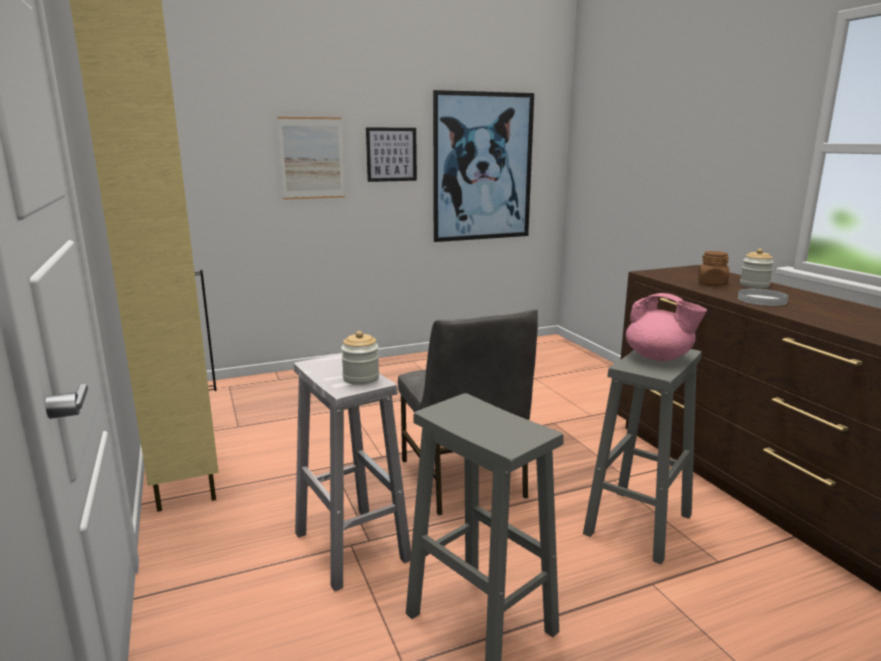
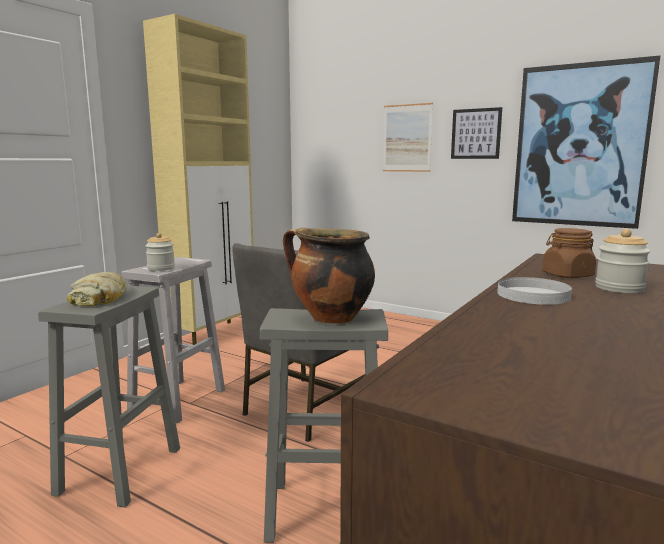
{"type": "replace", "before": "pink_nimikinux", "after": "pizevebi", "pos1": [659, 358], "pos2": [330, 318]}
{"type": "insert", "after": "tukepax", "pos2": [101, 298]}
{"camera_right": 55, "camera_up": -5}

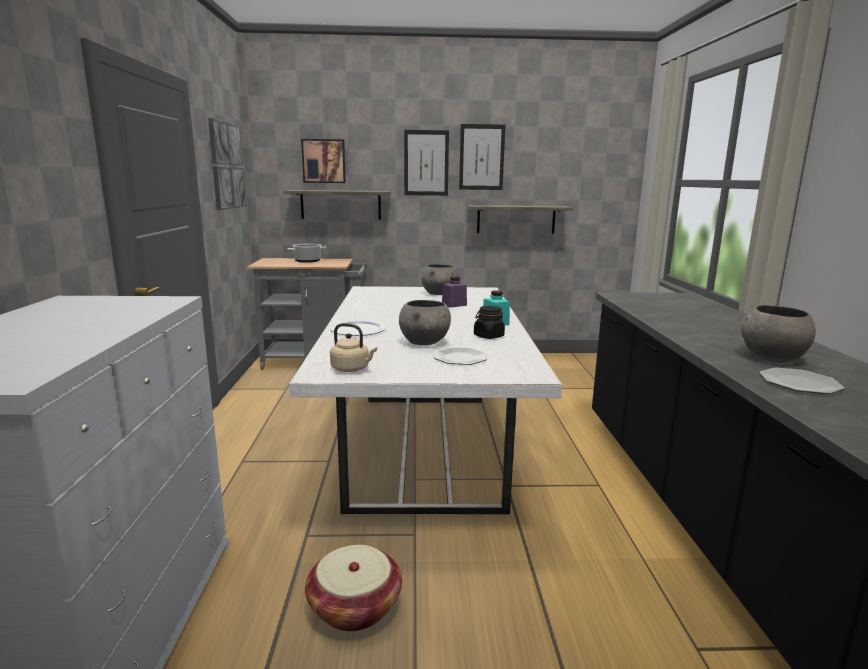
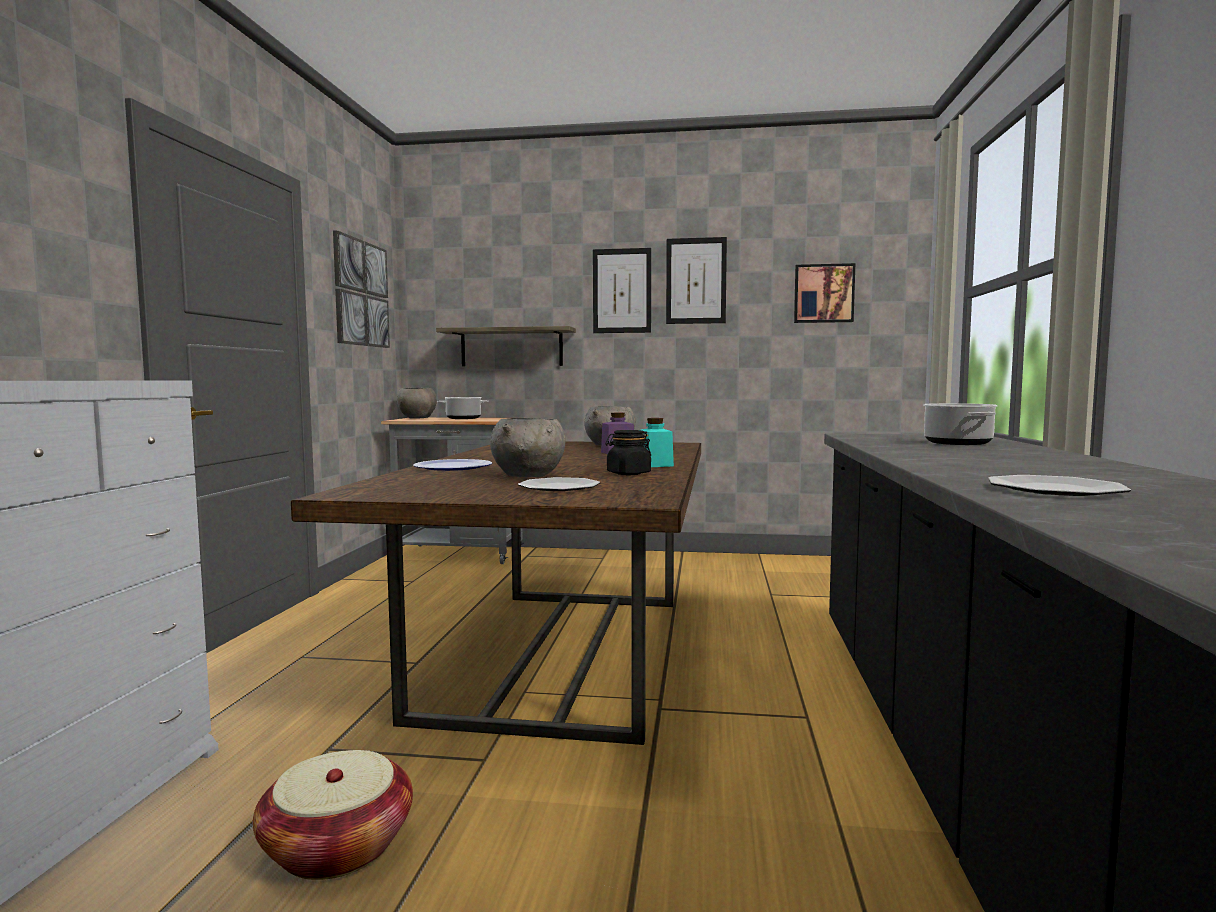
{"type": "recolor", "before": "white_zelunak", "after": "brown_zelunak", "pos1": [424, 447], "pos2": [561, 654]}
{"type": "move", "before": "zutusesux", "pos1": [324, 161], "pos2": [823, 293]}
{"type": "delete", "before": "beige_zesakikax", "pos1": [352, 369]}
{"type": "delete", "before": "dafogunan", "pos1": [516, 219]}
{"type": "move", "before": "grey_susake", "pos1": [771, 358], "pos2": [417, 418]}
{"type": "insert", "after": "pizevebi", "pos2": [956, 443]}
{"camera_right": 10, "camera_up": -10}

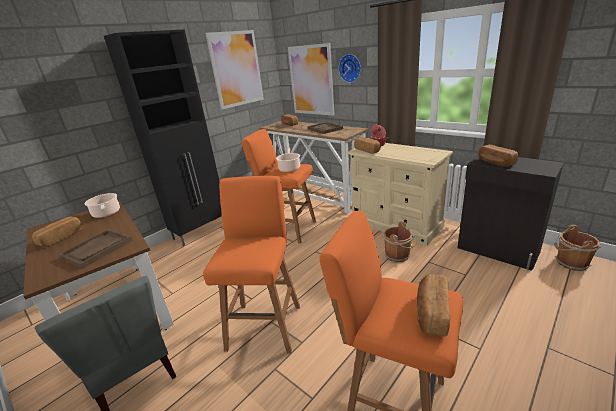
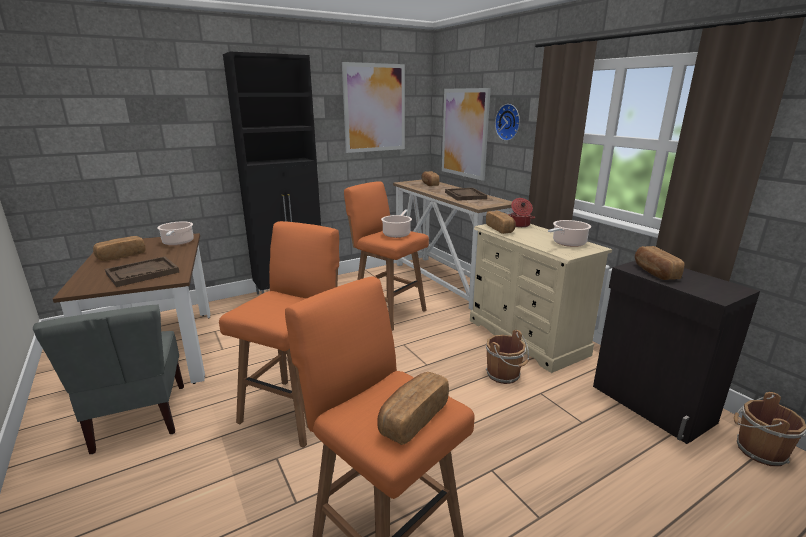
{"type": "insert", "after": "pizevebi", "pos2": [567, 243]}
{"camera_right": 15, "camera_up": -5}

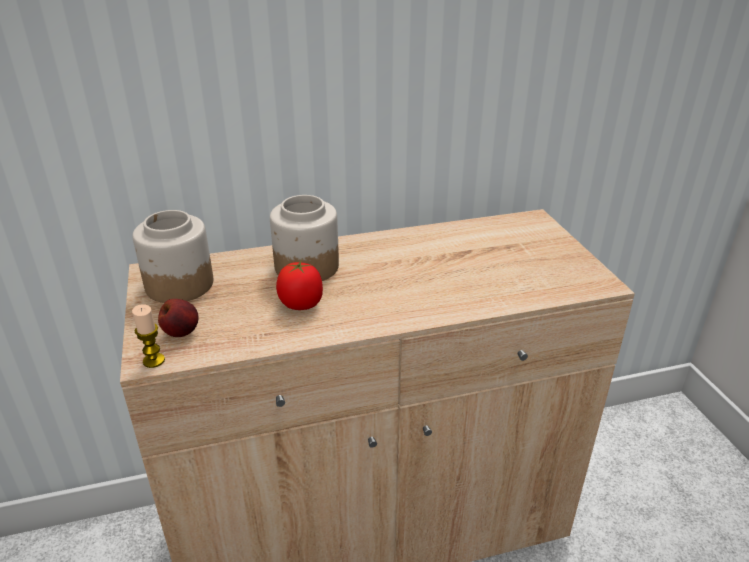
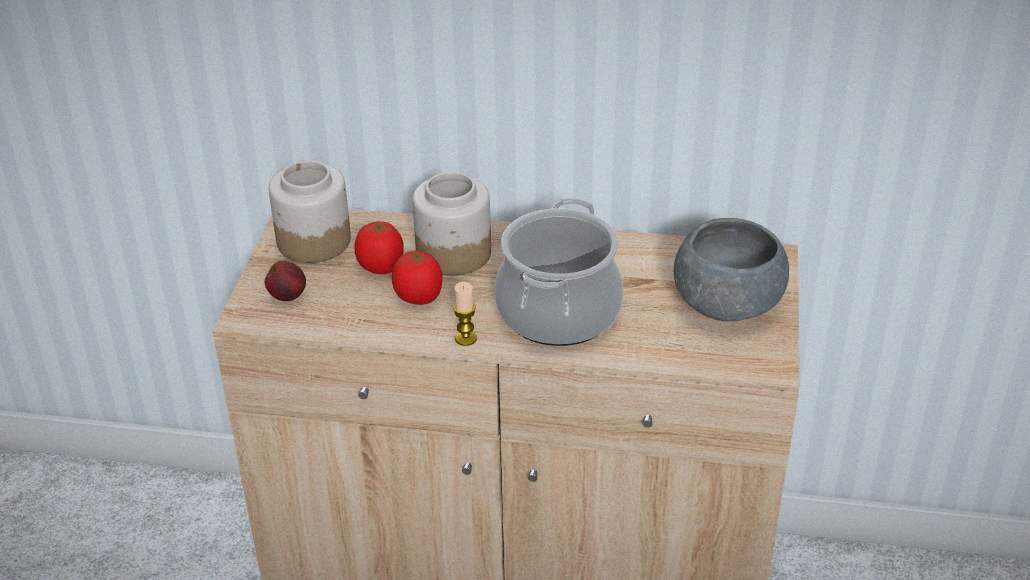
{"type": "move", "before": "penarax", "pos1": [154, 360], "pos2": [465, 338]}
{"type": "insert", "after": "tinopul", "pos2": [381, 267]}
{"type": "insert", "after": "pizevebi", "pos2": [558, 312]}
{"type": "insert", "after": "grey_susake", "pos2": [728, 305]}
{"camera_right": 25, "camera_up": 5}

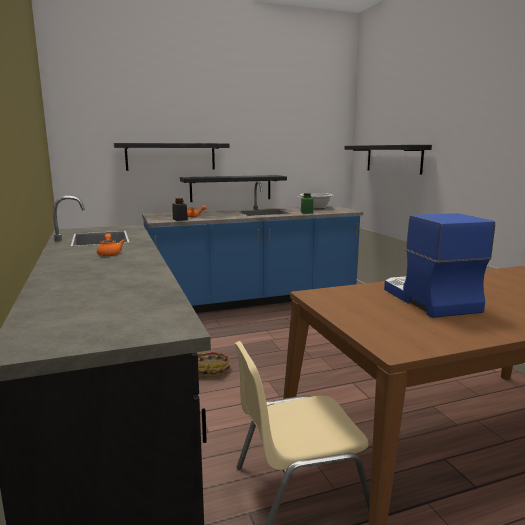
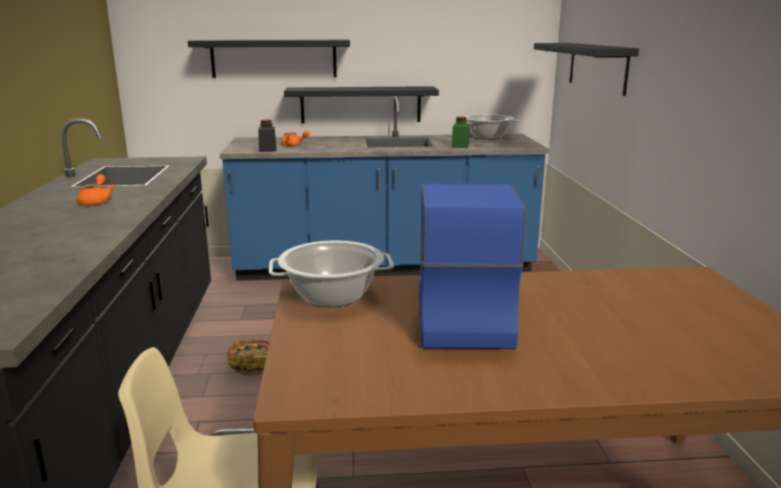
{"type": "insert", "after": "pizevebi", "pos2": [332, 296]}
{"camera_right": 15, "camera_up": 5}

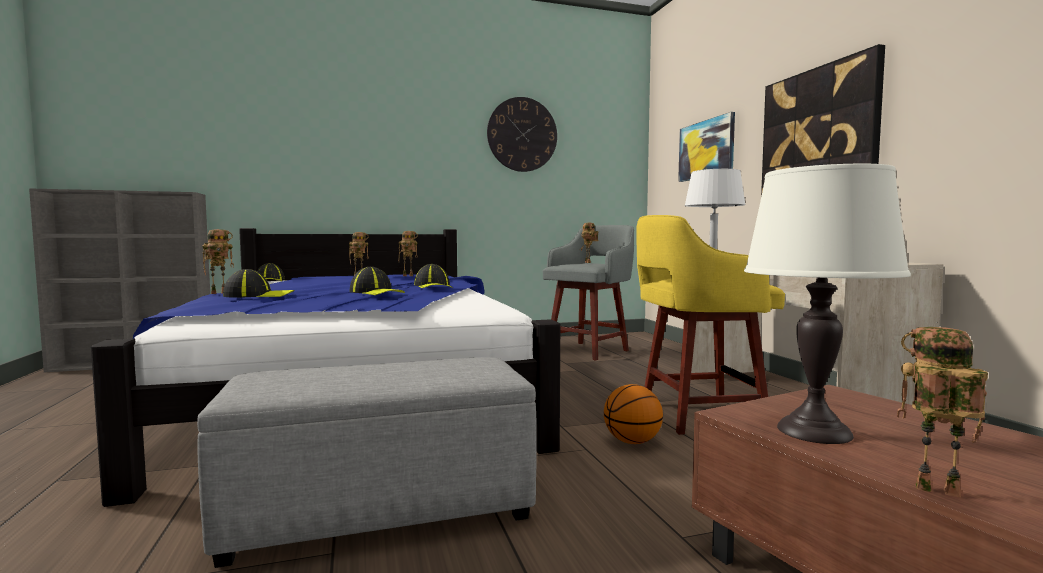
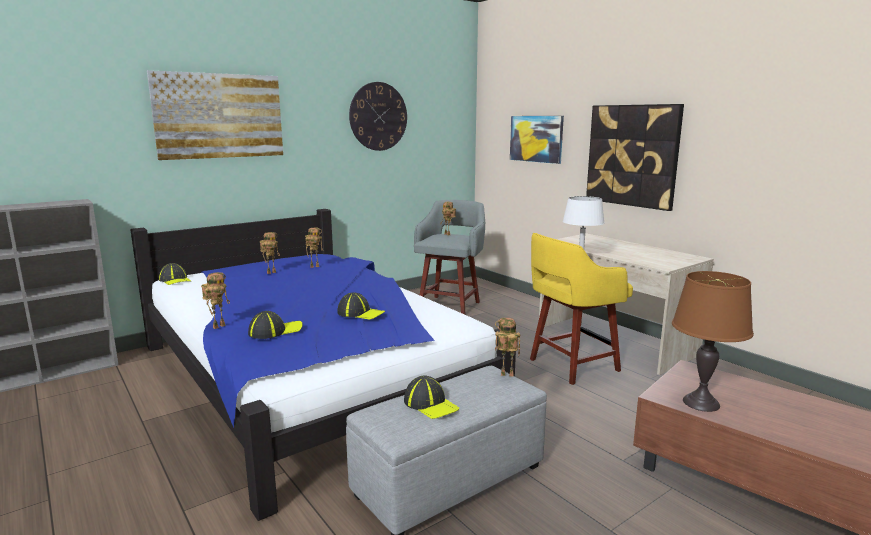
{"type": "move", "before": "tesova", "pos1": [433, 286], "pos2": [431, 404]}
{"type": "delete", "before": "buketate", "pos1": [632, 442]}
{"type": "recolor", "before": "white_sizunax", "after": "brown_sizunax", "pos1": [814, 431], "pos2": [701, 403]}
{"type": "move", "before": "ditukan", "pos1": [934, 492], "pos2": [506, 375]}
{"type": "insert", "after": "zutusesux", "pos2": [219, 116]}
{"camera_right": -20, "camera_up": 10}

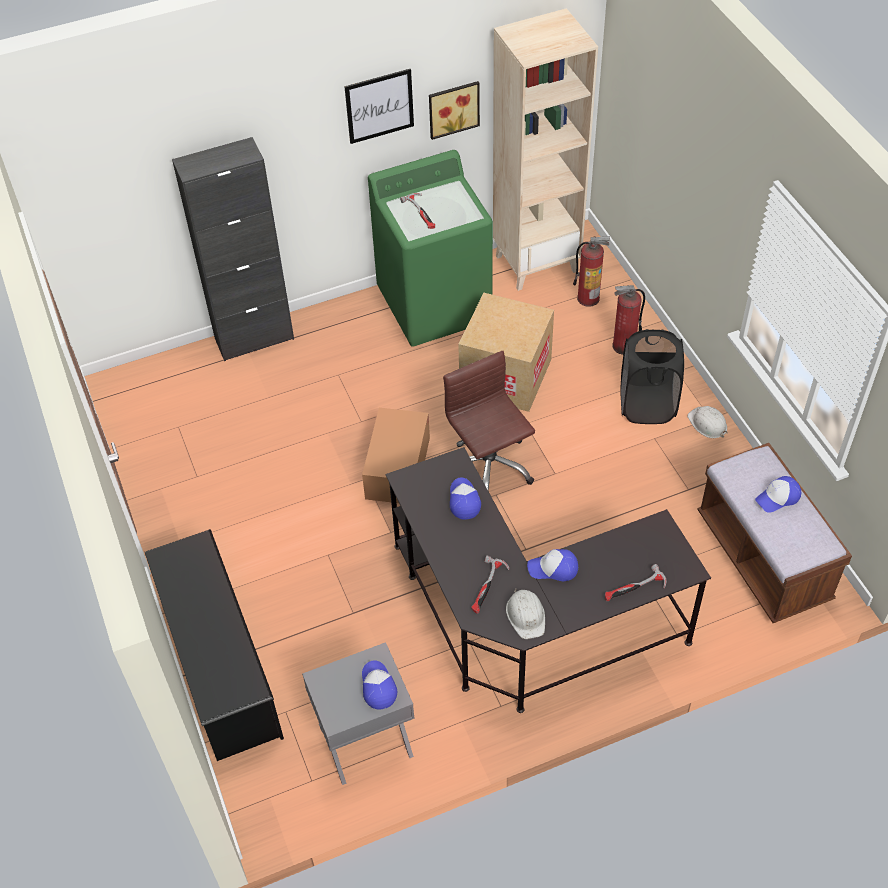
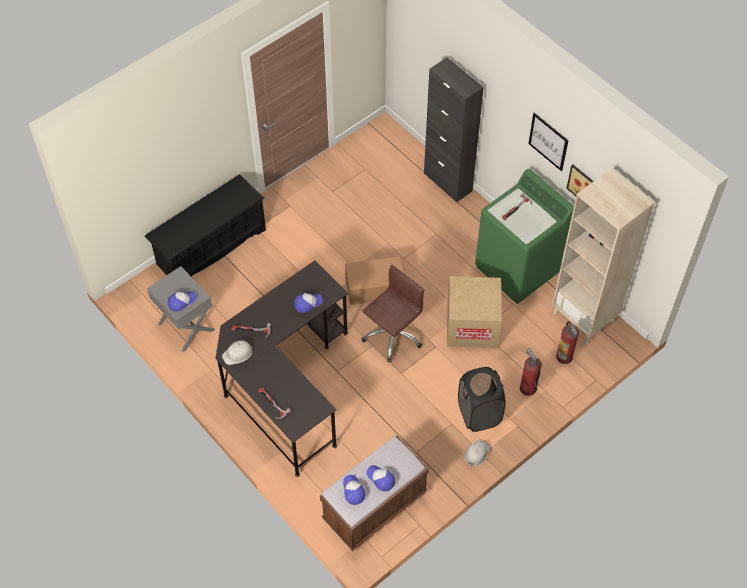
{"type": "move", "before": "tesova", "pos1": [553, 568], "pos2": [353, 491]}
{"camera_right": 70, "camera_up": 5}

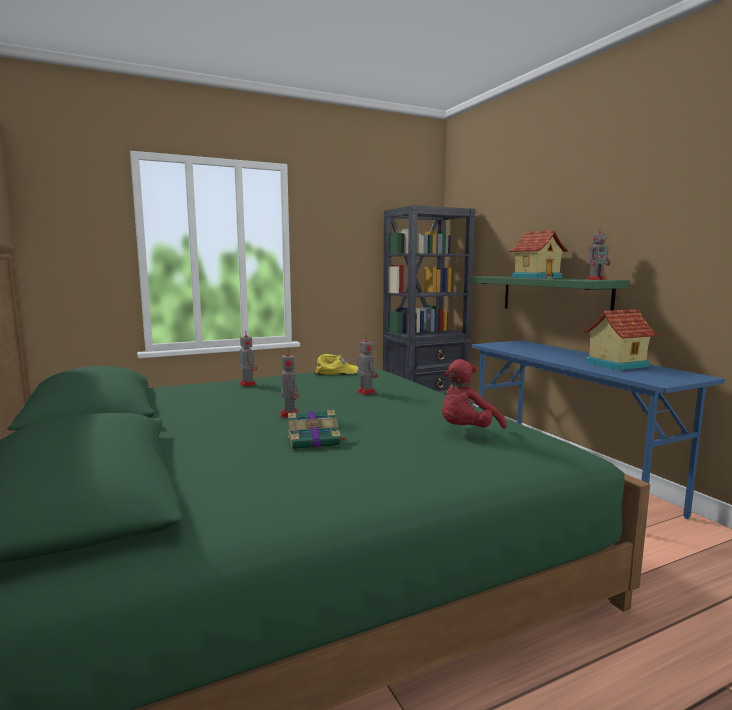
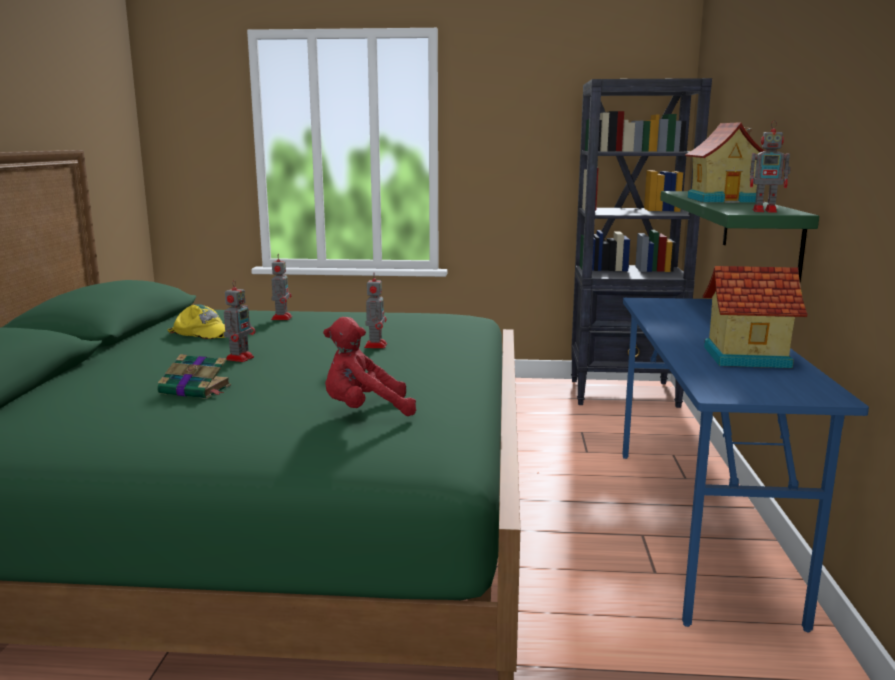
{"type": "move", "before": "yellow_tesova", "pos1": [336, 372], "pos2": [204, 332]}
{"camera_right": 30, "camera_up": 5}

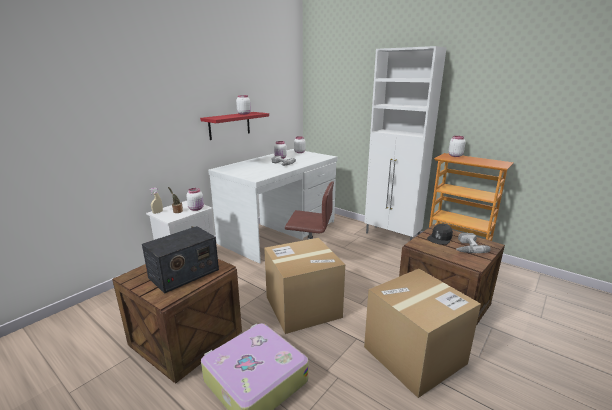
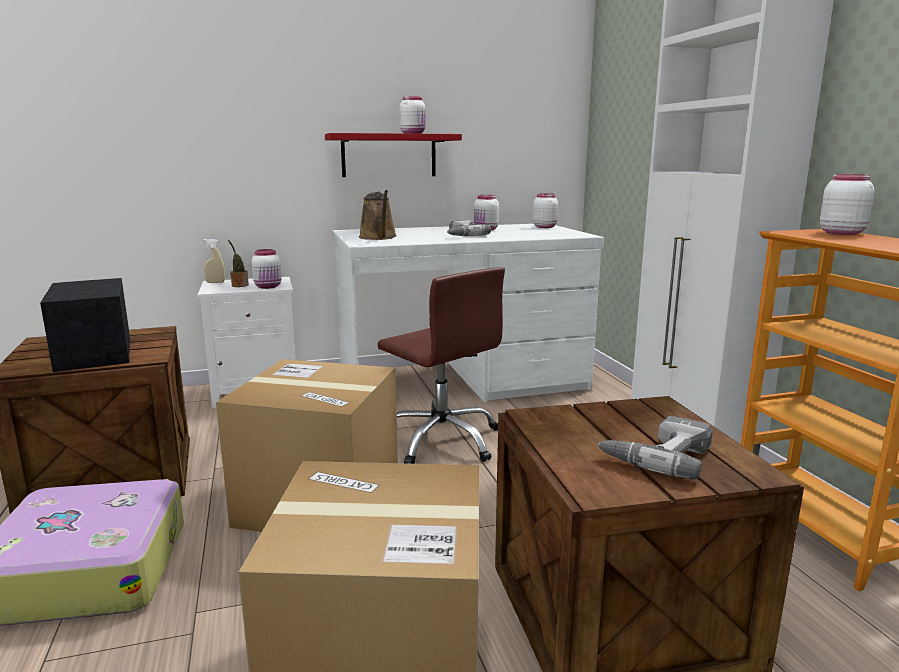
{"type": "rotate", "before": "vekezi", "pos1": [183, 274], "pos2": [94, 352], "turn": 75}
{"type": "delete", "before": "black_tesova", "pos1": [440, 238]}
{"type": "insert", "after": "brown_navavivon", "pos2": [378, 237]}
{"camera_right": 35, "camera_up": -5}

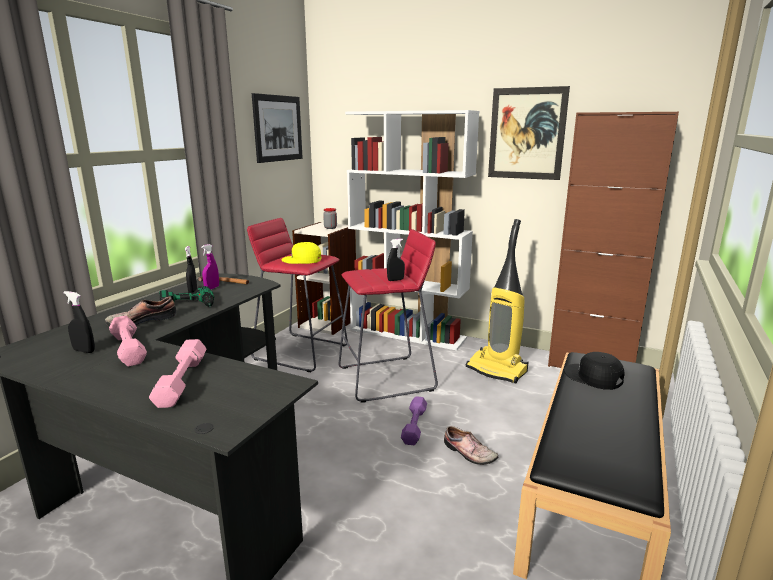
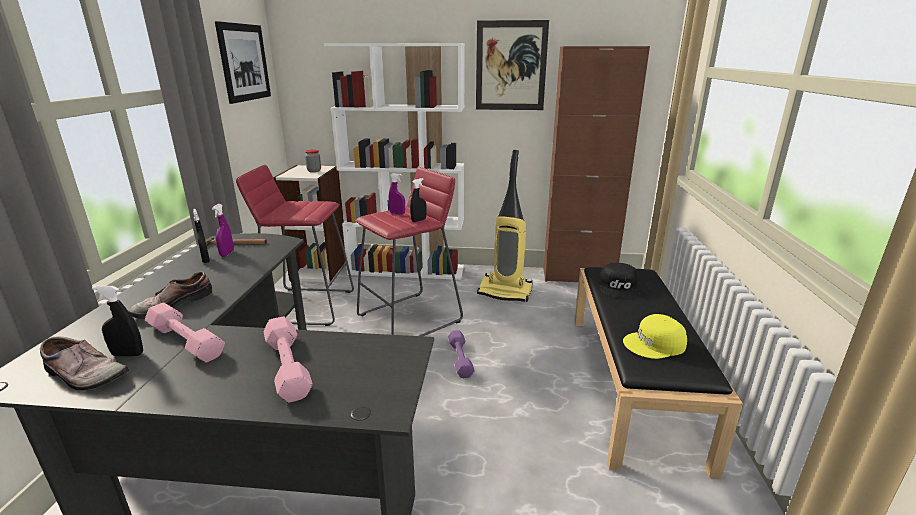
{"type": "delete", "before": "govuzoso", "pos1": [188, 306]}
{"type": "move", "before": "yellow_tesova", "pos1": [302, 260], "pos2": [655, 344]}
{"type": "move", "before": "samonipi", "pos1": [468, 453], "pos2": [83, 375]}
{"type": "rotate", "before": "black_tesova", "pos1": [593, 377], "pos2": [619, 287], "turn": -105}
{"type": "insert", "after": "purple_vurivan", "pos2": [397, 213]}
{"camera_right": -20, "camera_up": 5}

